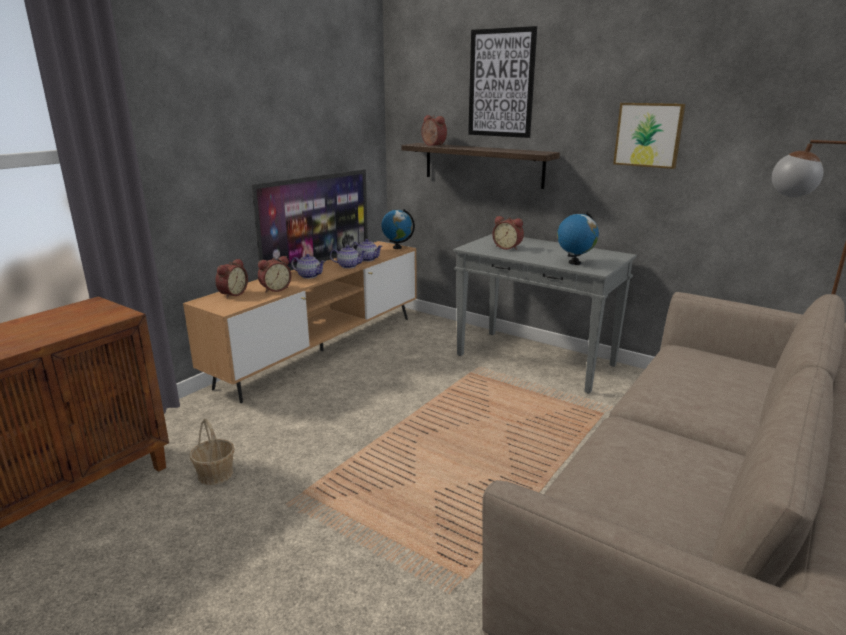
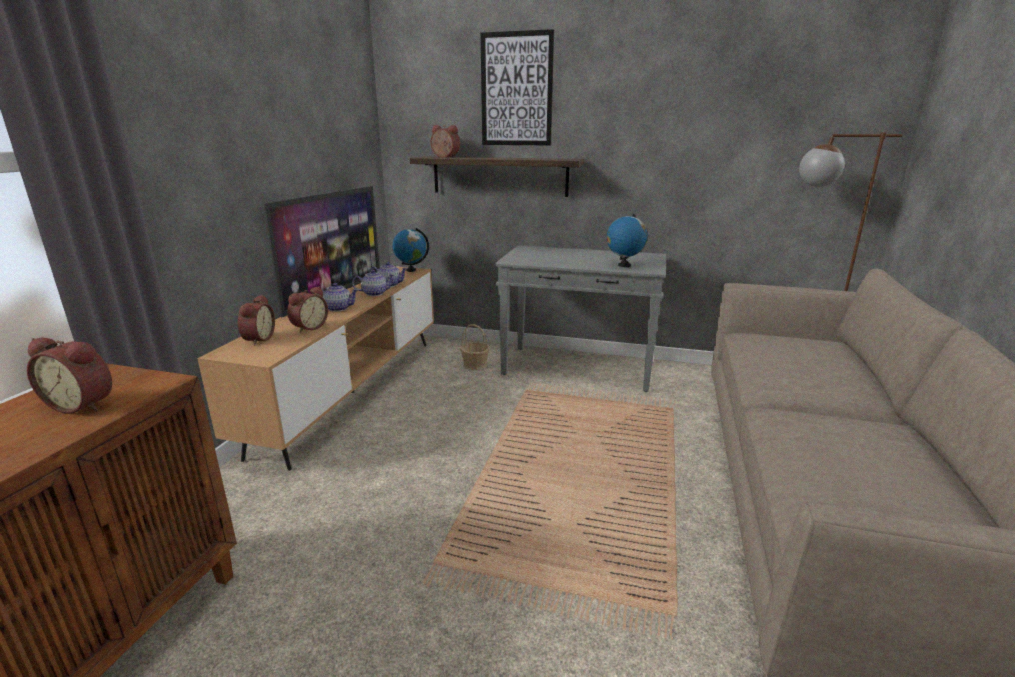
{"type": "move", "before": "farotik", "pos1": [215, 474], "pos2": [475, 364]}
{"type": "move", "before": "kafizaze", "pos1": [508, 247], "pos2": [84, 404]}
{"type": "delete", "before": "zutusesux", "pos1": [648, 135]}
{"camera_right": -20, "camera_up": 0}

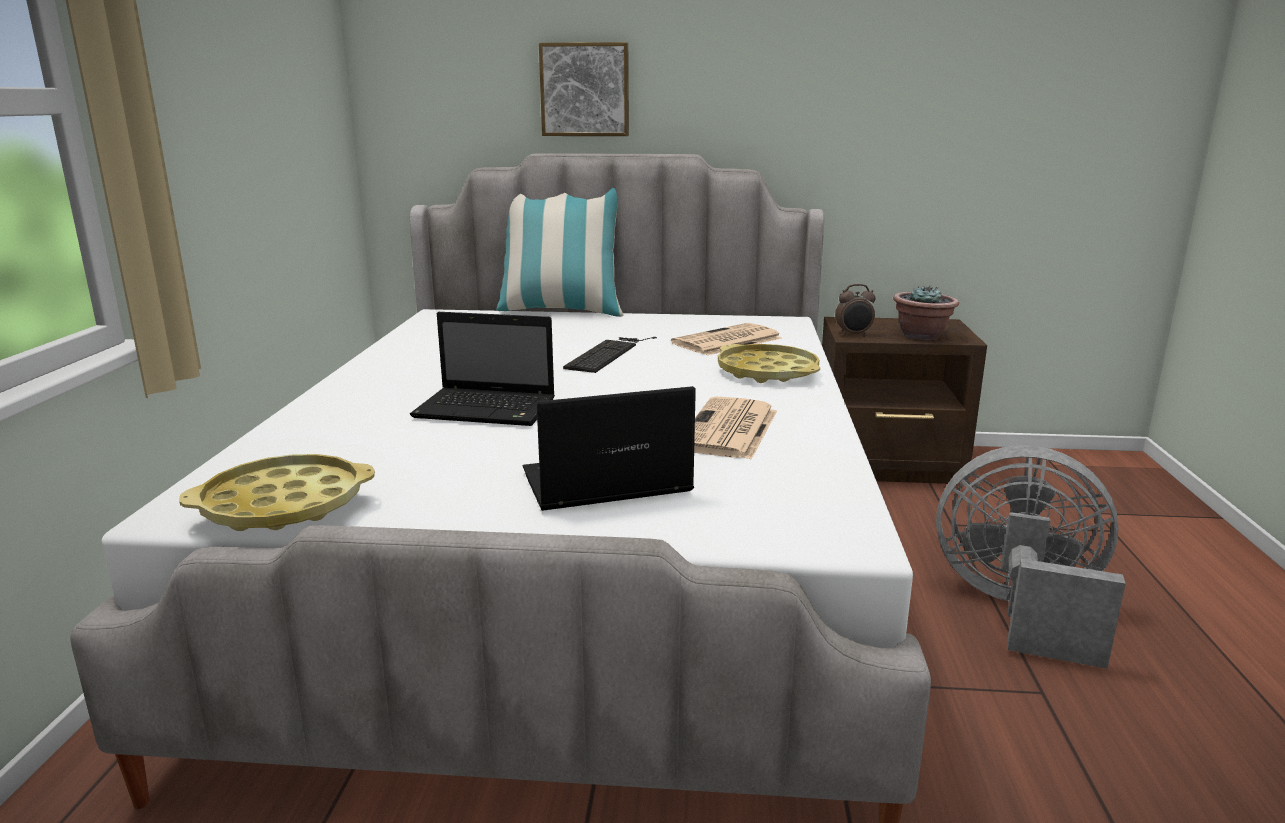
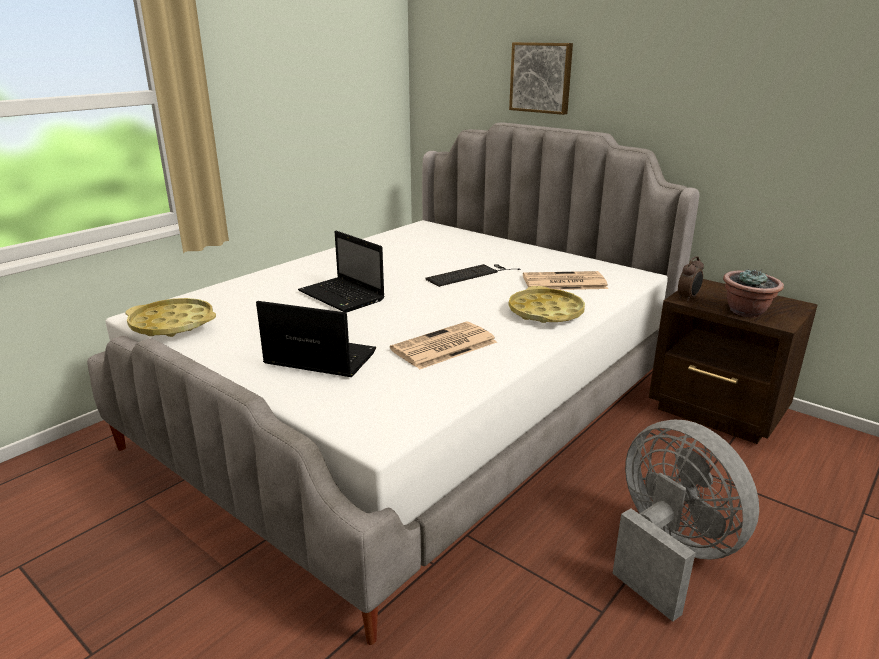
{"type": "delete", "before": "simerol", "pos1": [561, 310]}
{"type": "rotate", "before": "kafizaze", "pos1": [853, 335], "pos2": [688, 298], "turn": -75}
{"camera_right": 35, "camera_up": 5}

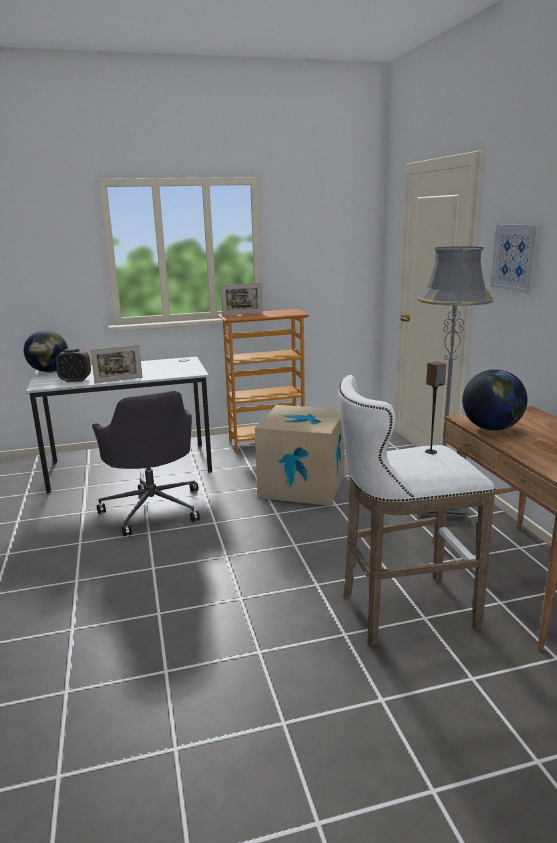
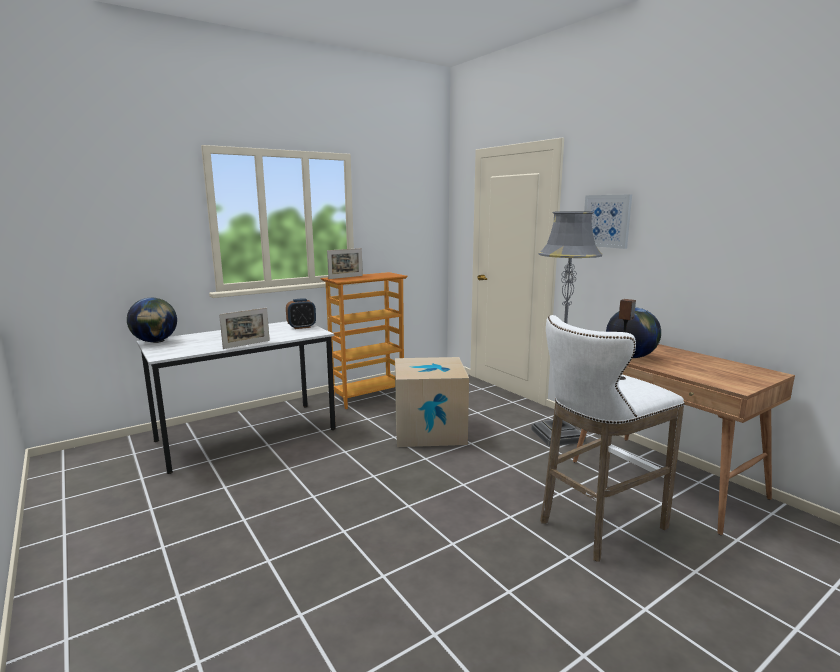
{"type": "move", "before": "kafizaze", "pos1": [75, 380], "pos2": [301, 327]}
{"type": "delete", "before": "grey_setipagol", "pos1": [153, 508]}
{"camera_right": -20, "camera_up": -5}

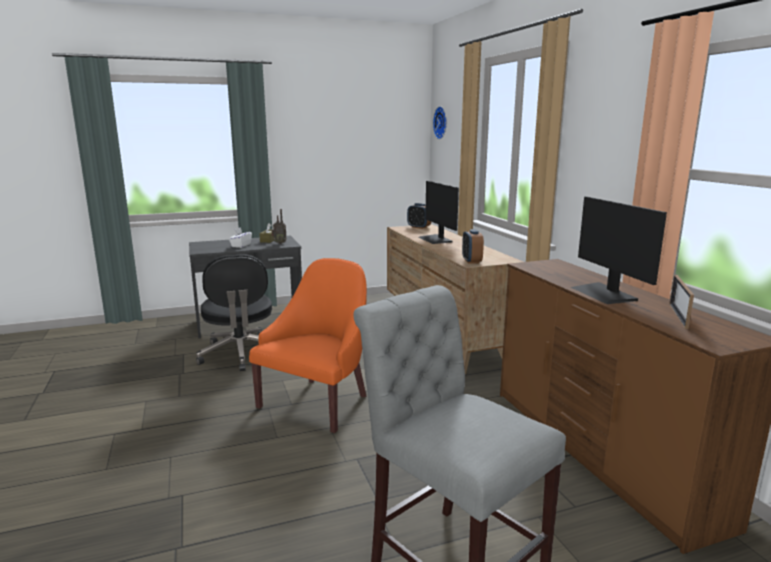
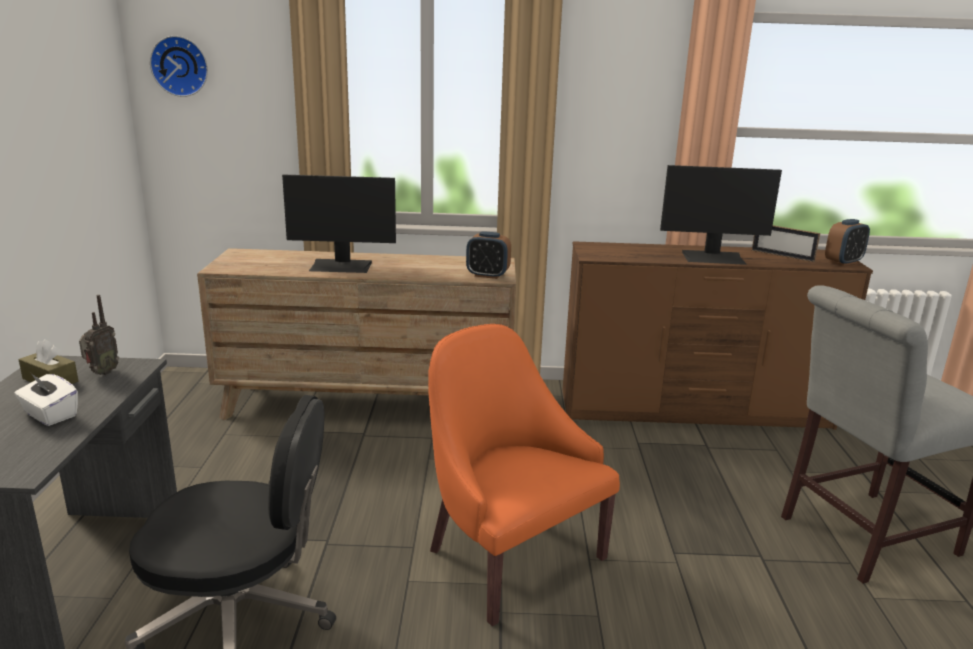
{"type": "move", "before": "kafizaze", "pos1": [419, 227], "pos2": [843, 262]}
{"camera_right": -70, "camera_up": 5}

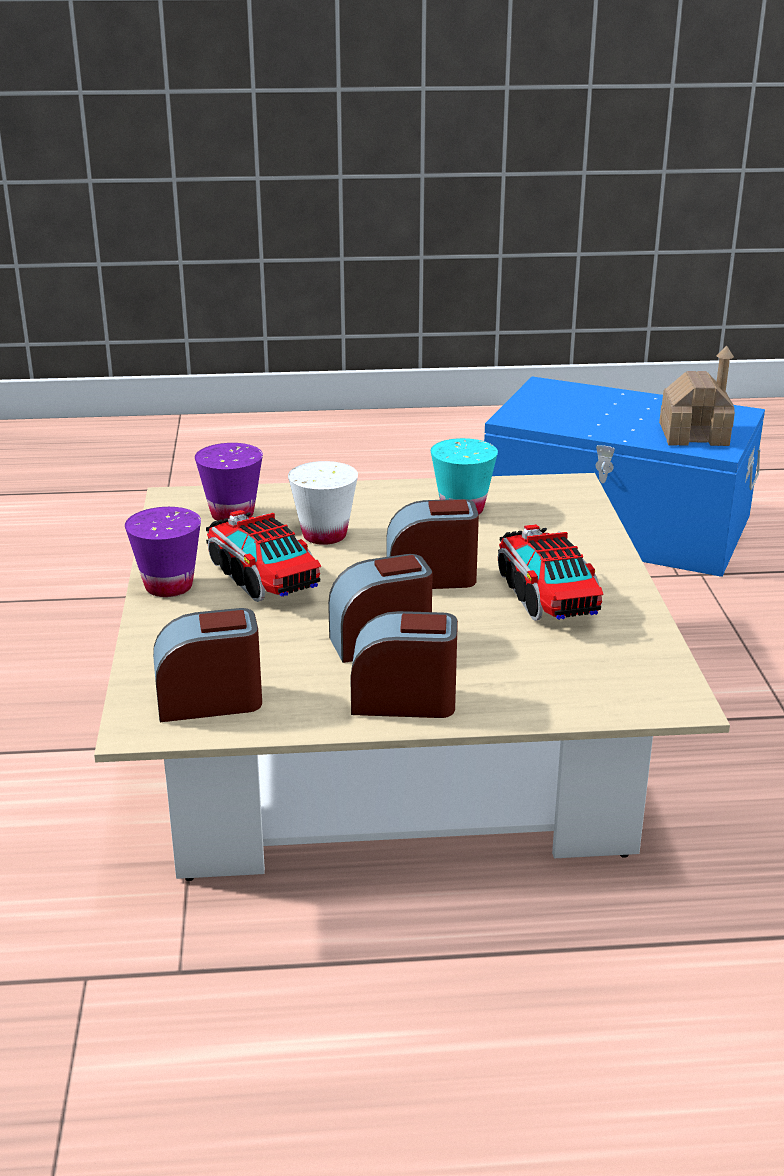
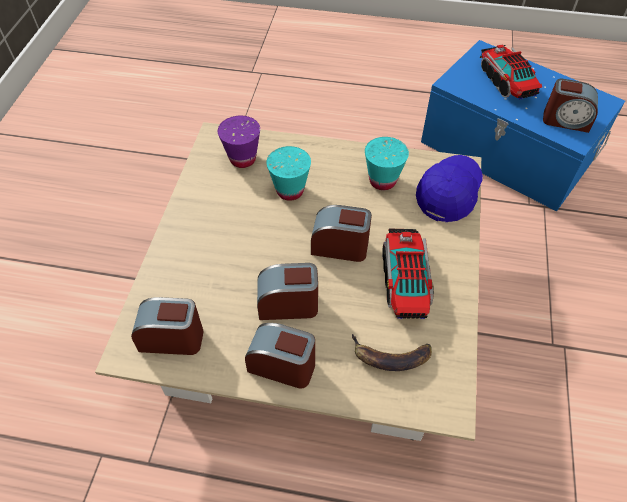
{"type": "delete", "before": "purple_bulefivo", "pos1": [168, 586]}
{"type": "move", "before": "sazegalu", "pos1": [263, 577], "pos2": [506, 81]}
{"type": "recolor", "before": "white_bulefivo", "after": "turquoise_bulefivo", "pos1": [324, 535], "pos2": [290, 191]}
{"type": "replace", "before": "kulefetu", "after": "kafizaze", "pos1": [694, 434], "pos2": [565, 120]}
{"type": "insert", "after": "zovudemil", "pos2": [390, 357]}
{"type": "insert", "after": "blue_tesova", "pos2": [448, 194]}
{"camera_right": 15, "camera_up": 25}

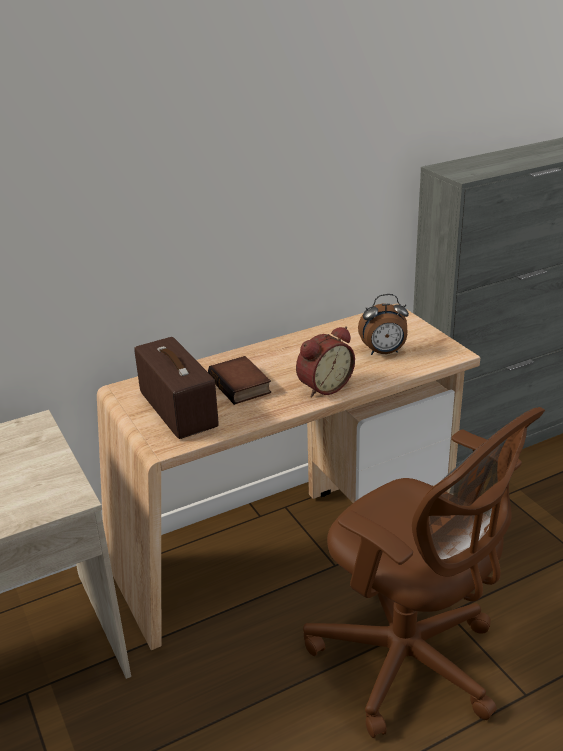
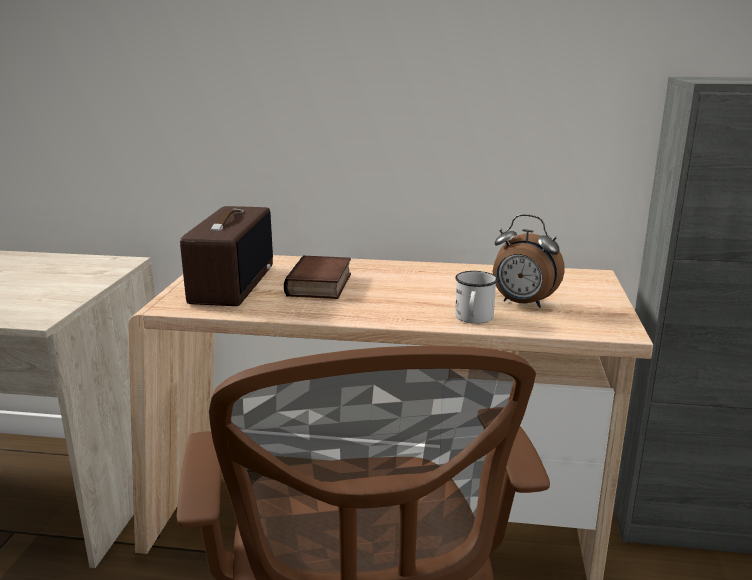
{"type": "delete", "before": "kafizaze", "pos1": [323, 386]}
{"type": "insert", "after": "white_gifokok", "pos2": [473, 319]}
{"camera_right": 35, "camera_up": -10}

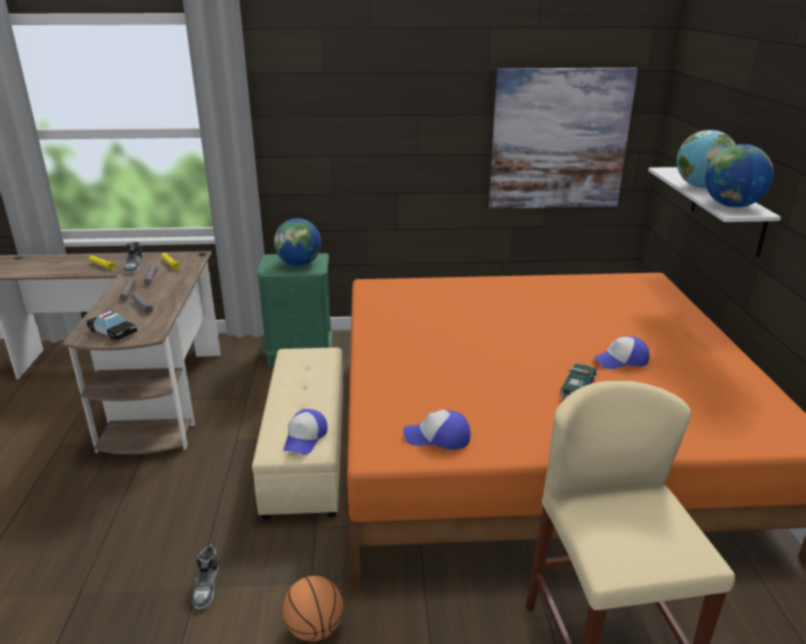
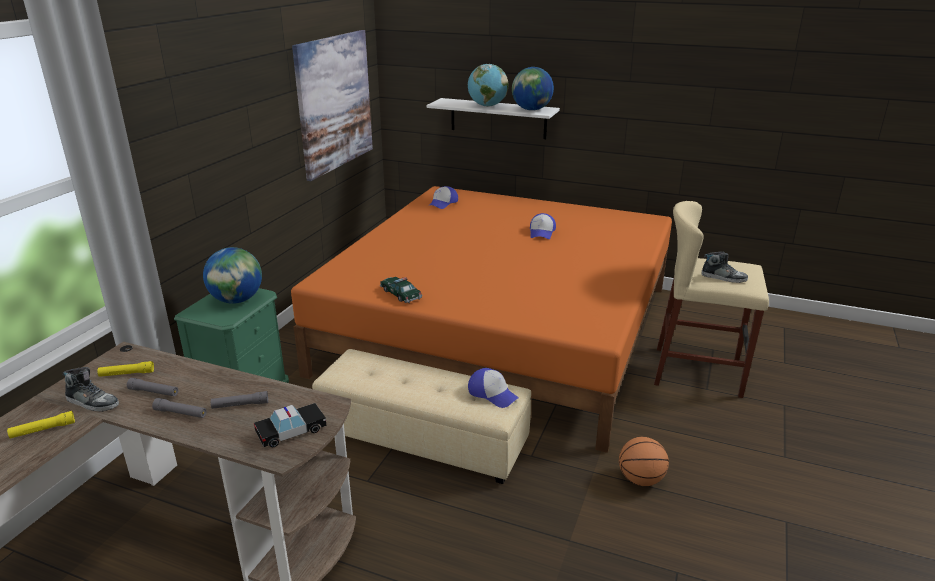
{"type": "move", "before": "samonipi", "pos1": [207, 586], "pos2": [723, 277]}
{"type": "move", "before": "tesova", "pos1": [437, 437], "pos2": [443, 203]}
{"type": "move", "before": "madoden", "pos1": [577, 387], "pos2": [400, 294]}
{"camera_right": -65, "camera_up": 0}

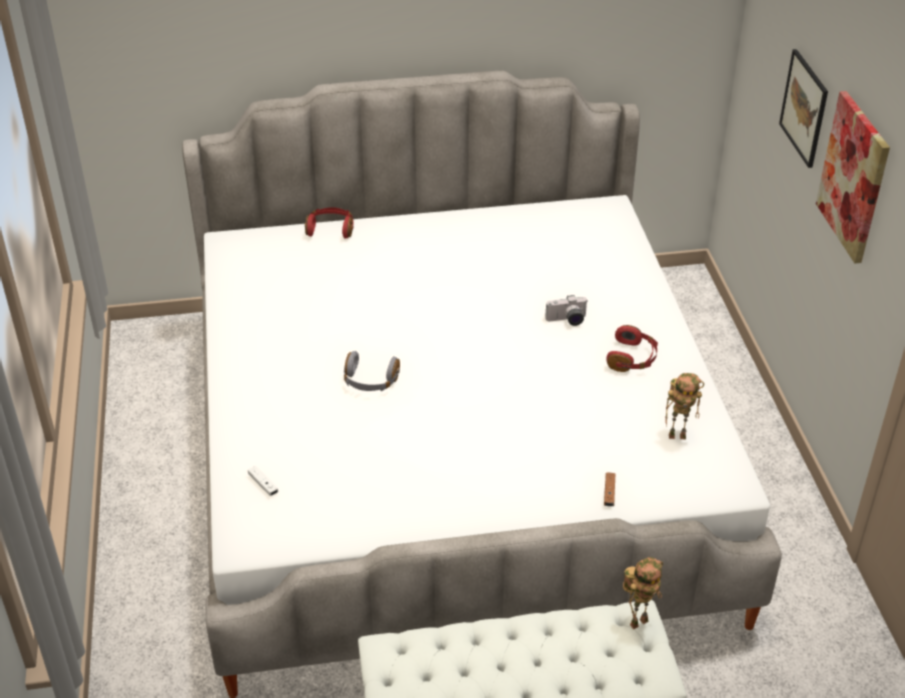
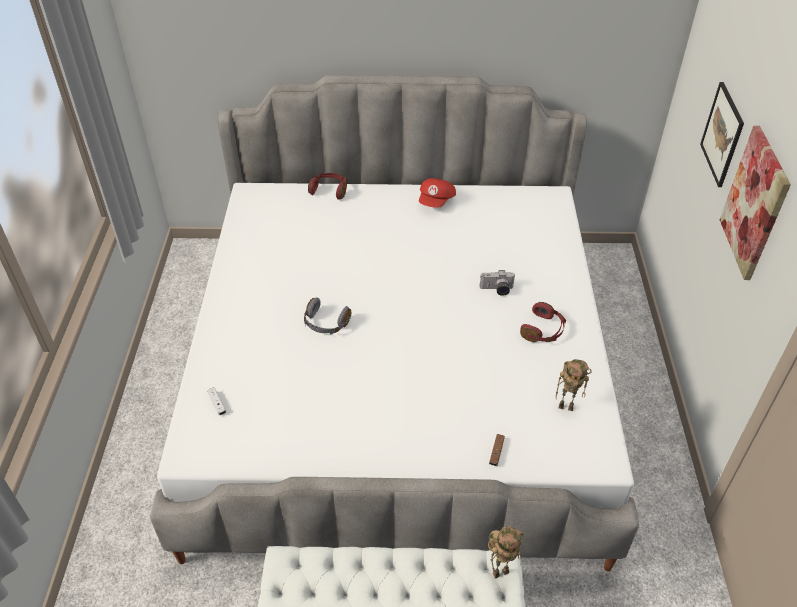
{"type": "insert", "after": "red_tesova", "pos2": [436, 201]}
{"camera_right": 10, "camera_up": 5}

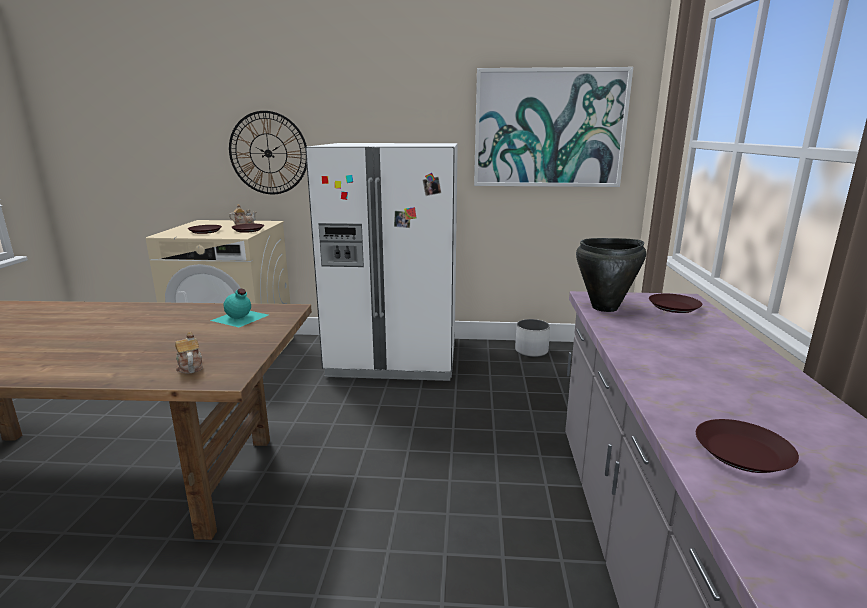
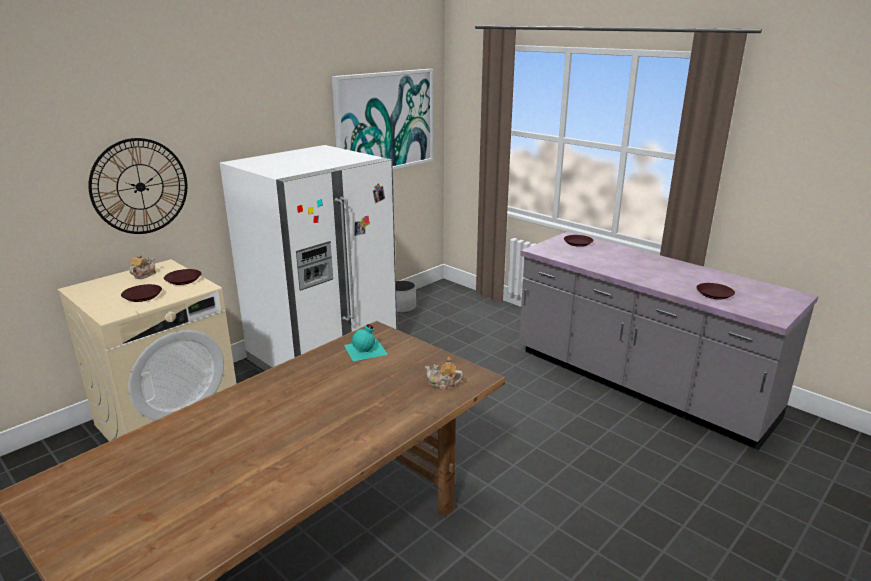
{"type": "delete", "before": "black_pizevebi", "pos1": [605, 308]}
{"camera_right": -50, "camera_up": 5}

